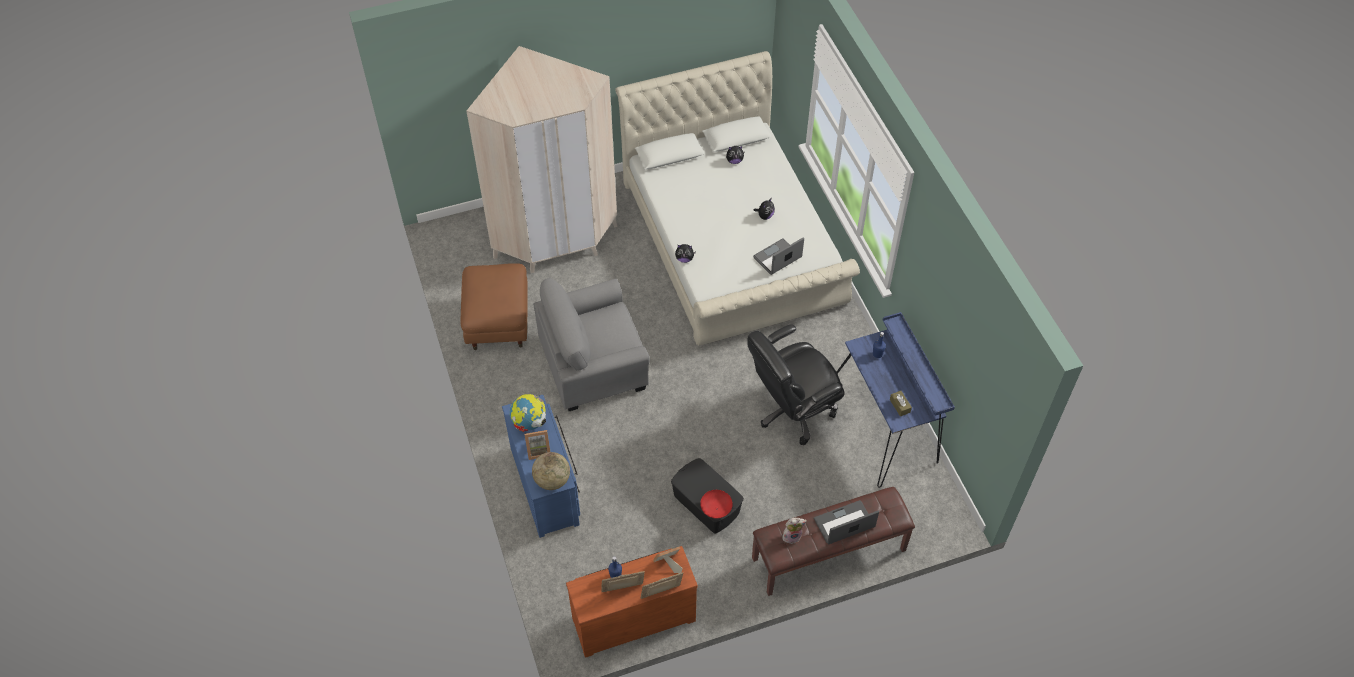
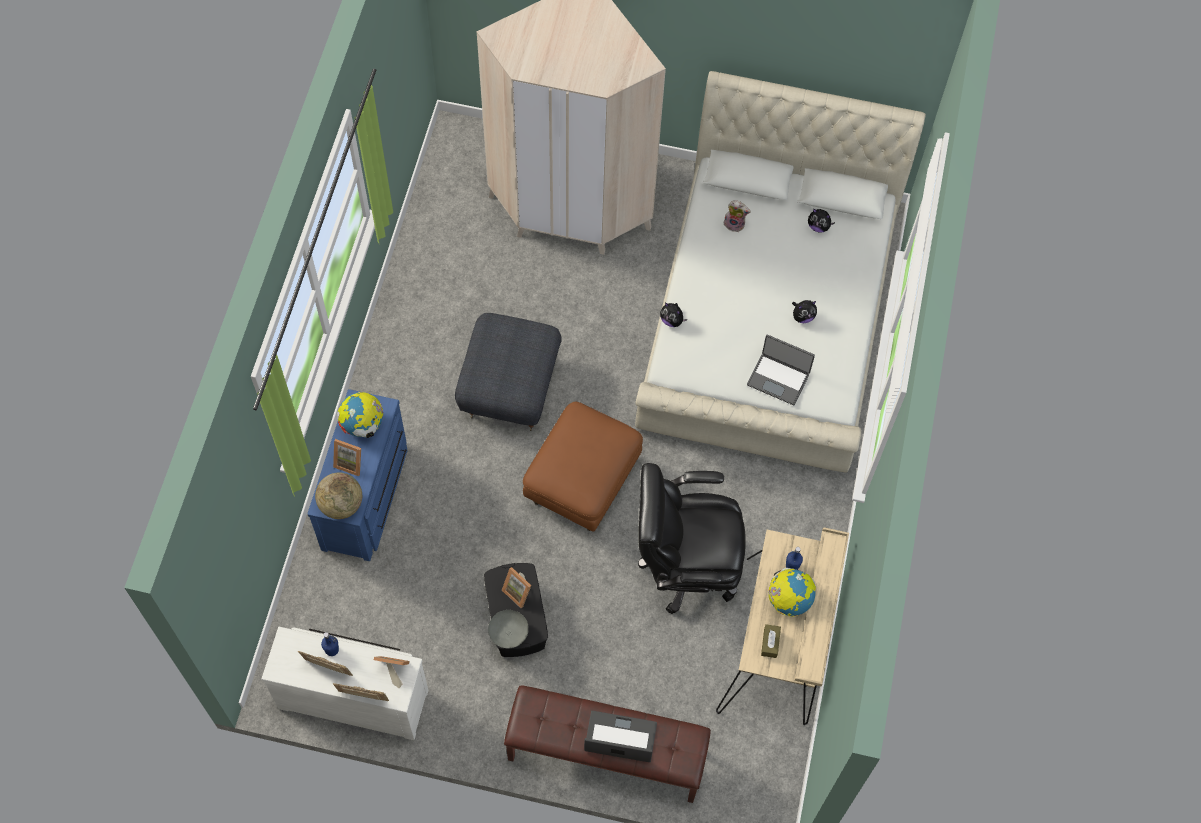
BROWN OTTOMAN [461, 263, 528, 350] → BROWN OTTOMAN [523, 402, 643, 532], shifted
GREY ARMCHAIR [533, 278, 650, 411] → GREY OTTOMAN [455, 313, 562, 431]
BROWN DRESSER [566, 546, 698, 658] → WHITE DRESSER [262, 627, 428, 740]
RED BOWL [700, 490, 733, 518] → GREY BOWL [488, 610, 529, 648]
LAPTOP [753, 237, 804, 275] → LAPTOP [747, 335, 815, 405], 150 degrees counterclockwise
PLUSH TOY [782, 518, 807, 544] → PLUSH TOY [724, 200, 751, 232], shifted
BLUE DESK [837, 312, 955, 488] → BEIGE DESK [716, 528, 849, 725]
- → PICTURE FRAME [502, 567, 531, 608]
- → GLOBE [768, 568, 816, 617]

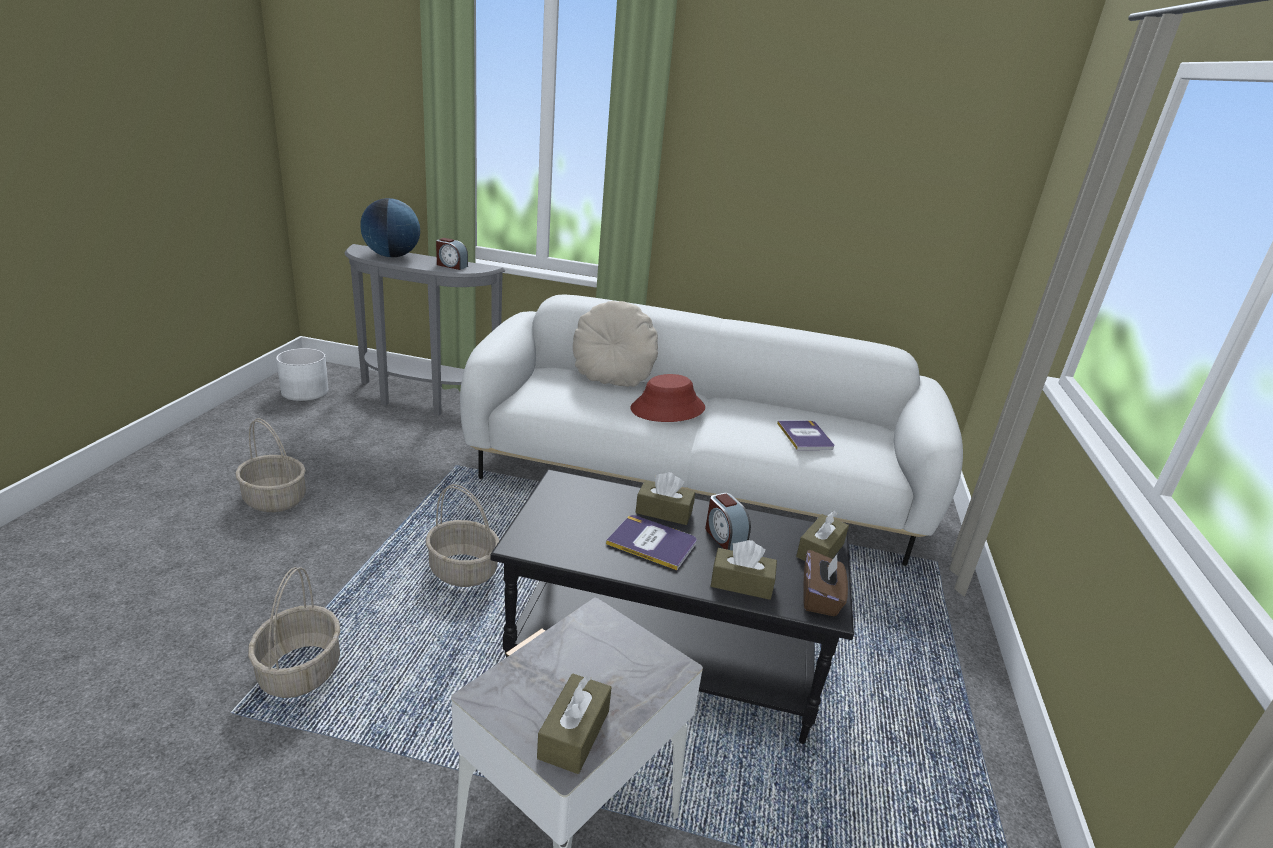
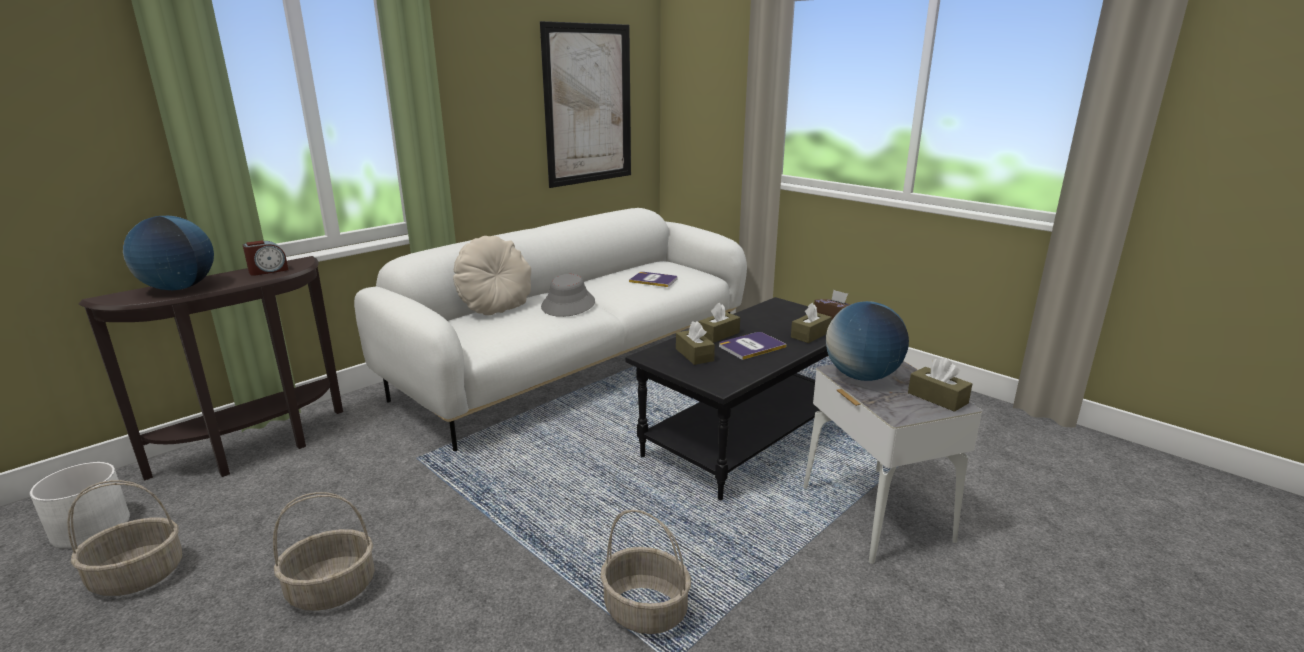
GREY CONSOLE TABLE [345, 244, 505, 416] → BROWN CONSOLE TABLE [79, 256, 343, 481]
BASKET [426, 484, 499, 587] → BASKET [67, 480, 182, 596], shifted
RED HAT [631, 374, 705, 422] → GREY HAT [541, 274, 595, 317]
ALARM CLOCK [705, 493, 751, 551] → -
BROWN TISSUE BOX [796, 511, 849, 561] → BROWN TISSUE BOX [676, 321, 715, 365], shifted
- → PICTURE [540, 21, 631, 188]
- → GLOBE [826, 301, 909, 381]

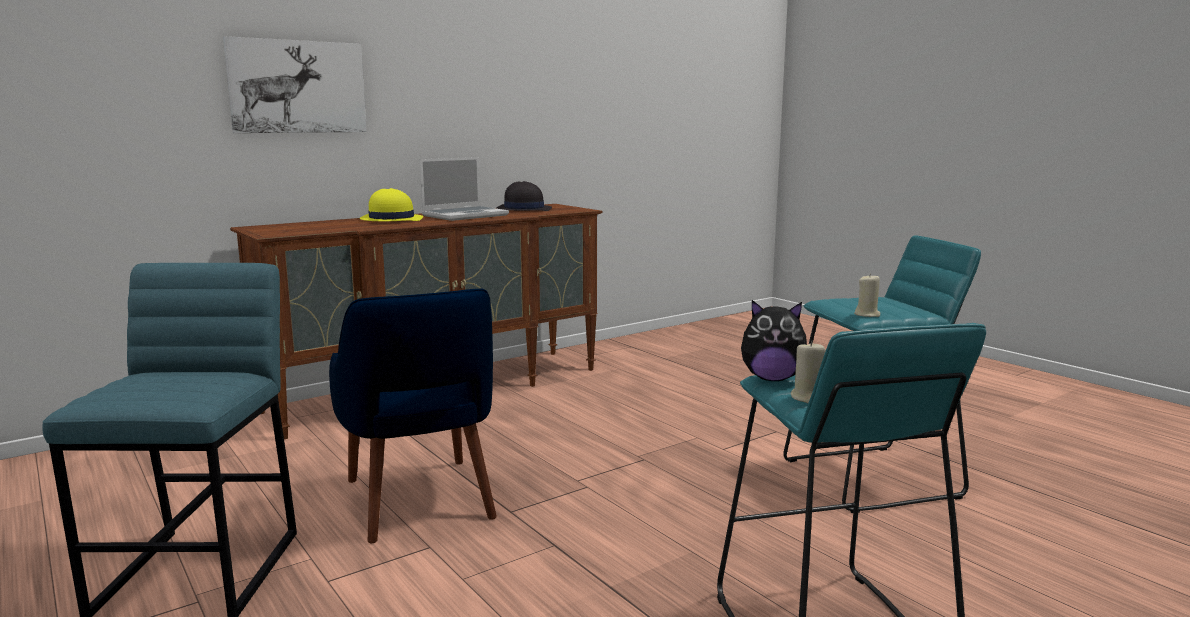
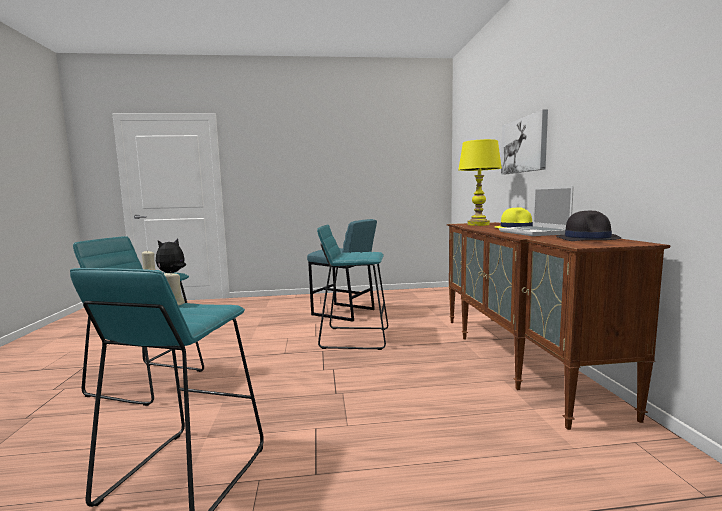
BLUE ARMCHAIR [329, 289, 497, 543] → TURQUOISE STOOL [317, 225, 388, 350]
- → YELLOW TABLE LAMP [458, 139, 502, 226]

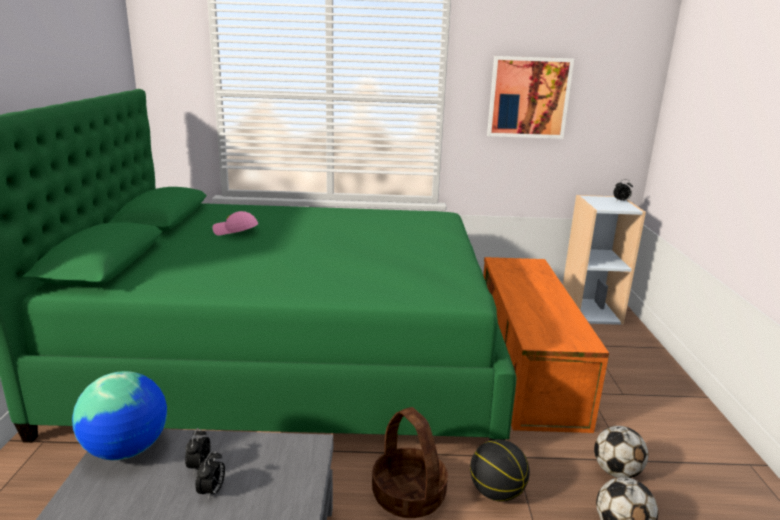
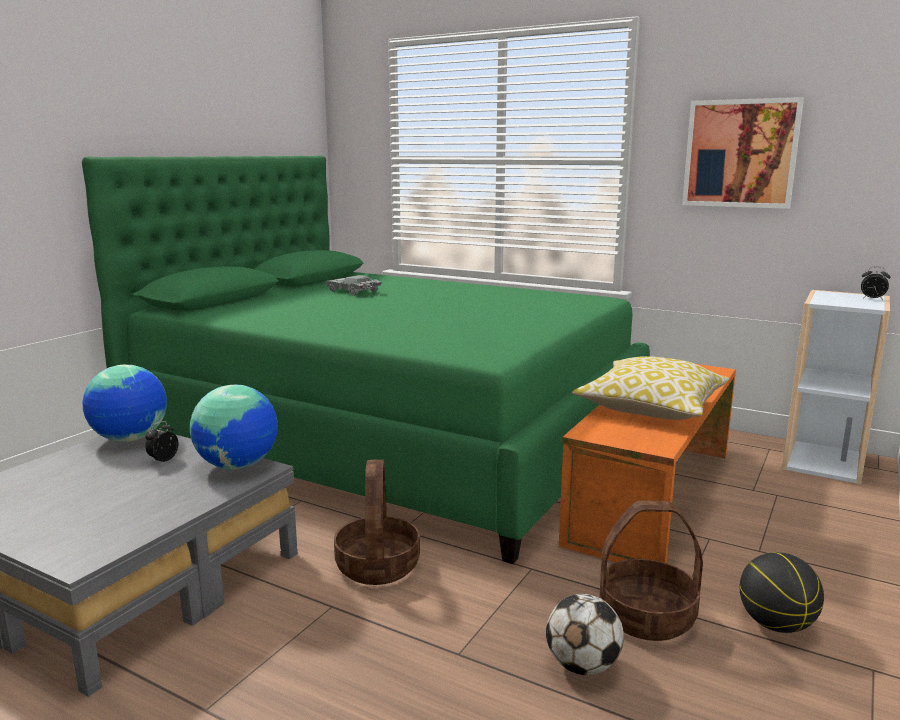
ALARM CLOCK [195, 450, 225, 500] → -
PINK CAP [212, 211, 258, 236] → GREY TOY CAR [325, 275, 382, 296]
BASKETBALL [470, 439, 530, 502] → BASKETBALL [740, 552, 824, 633], shifted
FOOTBALL [594, 426, 649, 478] → BASKET [600, 500, 703, 641]
- → GLOBE [190, 385, 278, 470]
- → PILLOW [572, 356, 729, 420]

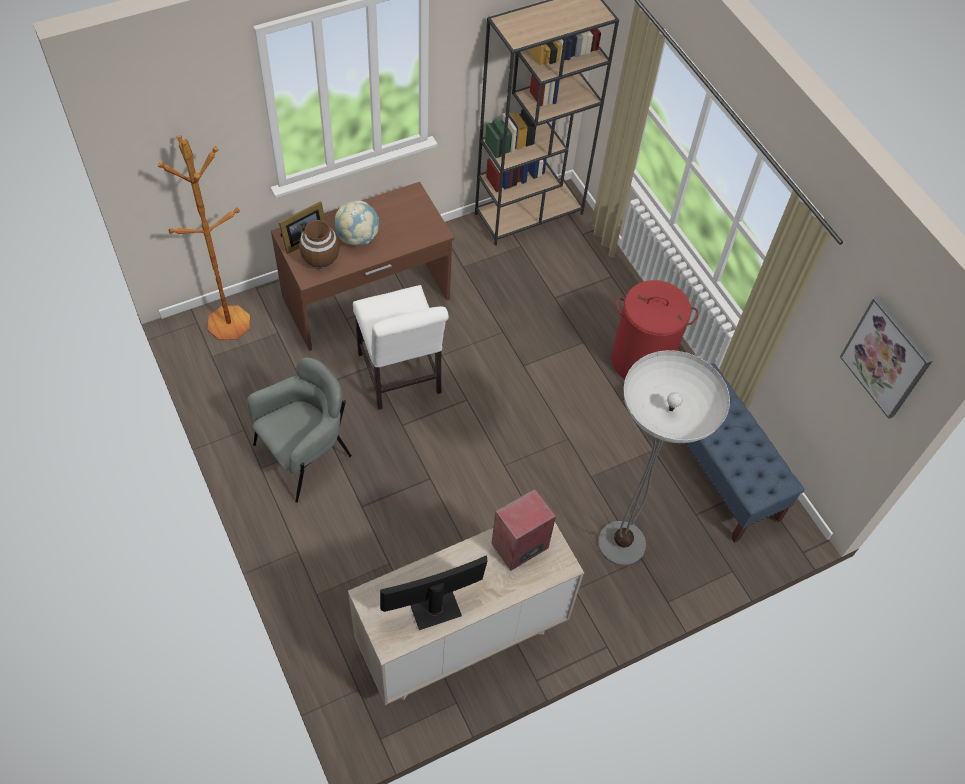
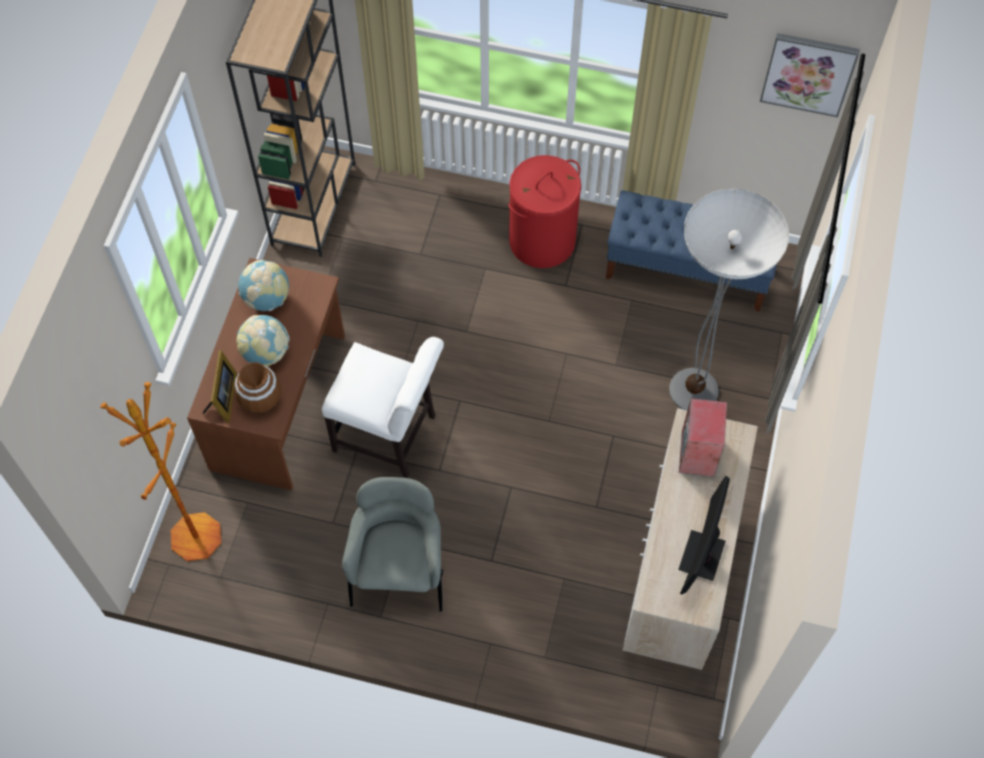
- → GLOBE [238, 260, 289, 311]

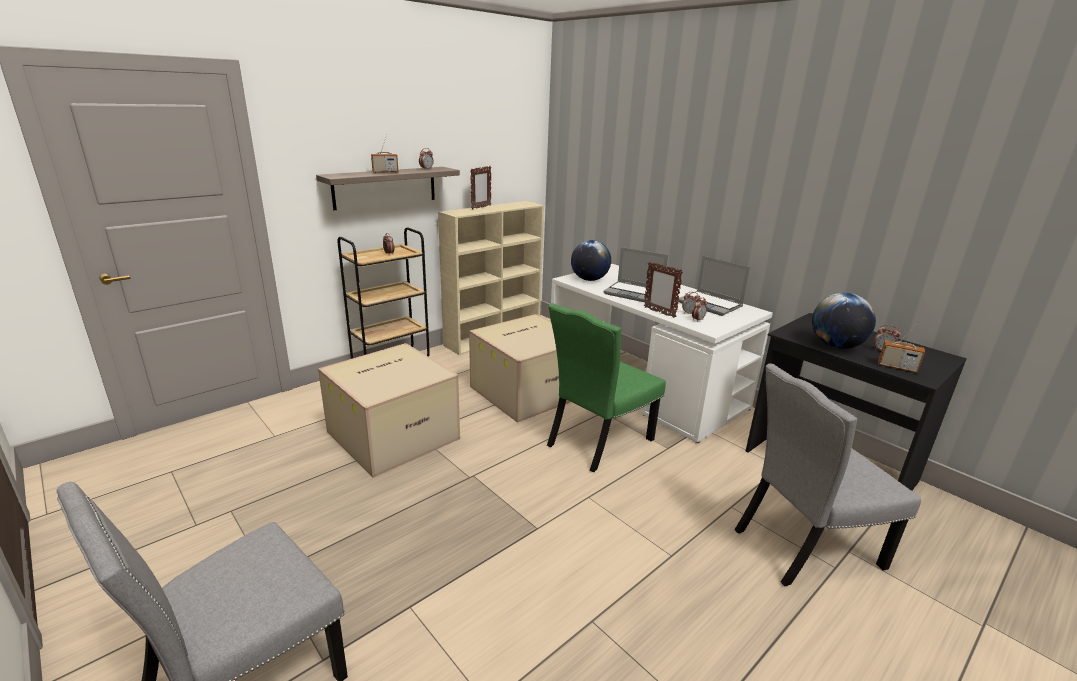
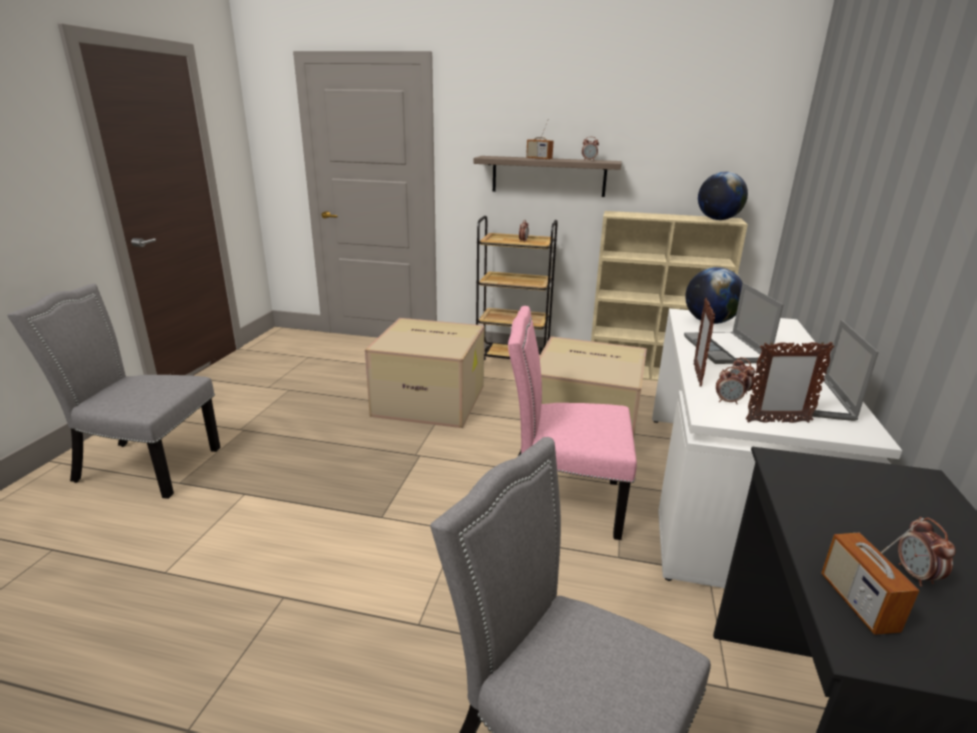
PICTURE FRAME [470, 166, 491, 209] → PICTURE FRAME [745, 341, 835, 423], shifted
GREEN CHAIR [547, 303, 666, 472] → PINK CHAIR [508, 306, 637, 540]
GLOBE [812, 293, 876, 349] → GLOBE [698, 172, 748, 220], shifted

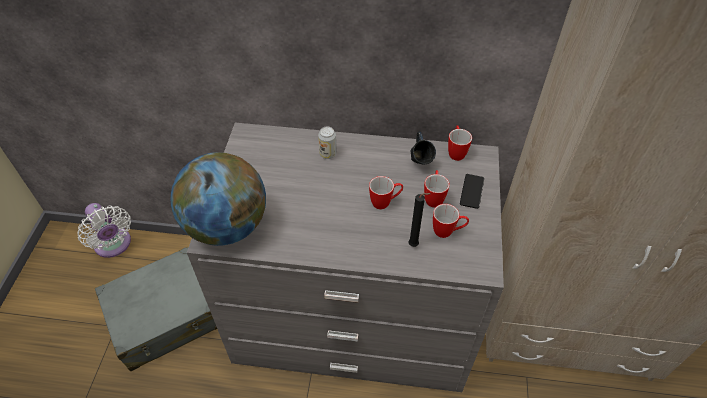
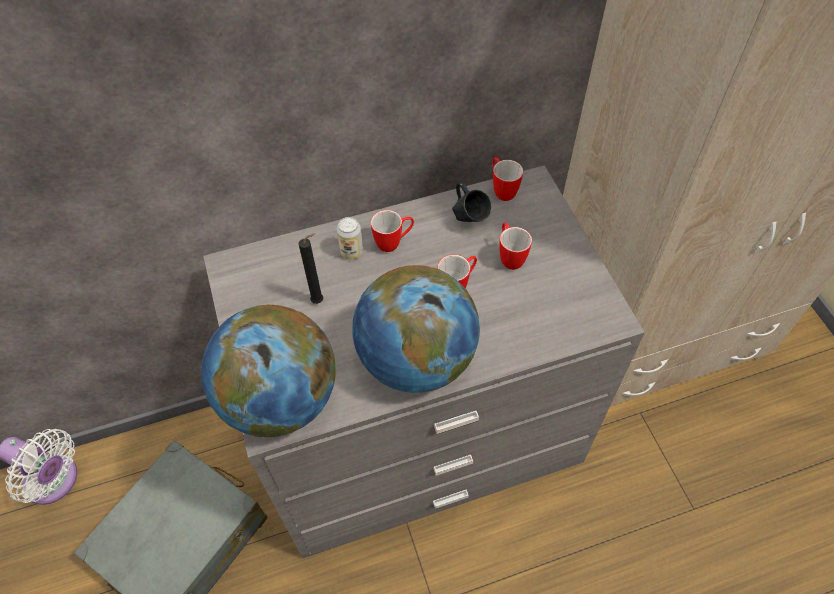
BLACK CANDLE [409, 193, 431, 247] → BLACK CANDLE [298, 233, 324, 304], shifted
MUG [433, 204, 469, 238] → MUG [371, 210, 414, 252], shifted
PHONE [460, 174, 484, 209] → -
- → GLOBE [353, 265, 480, 393]

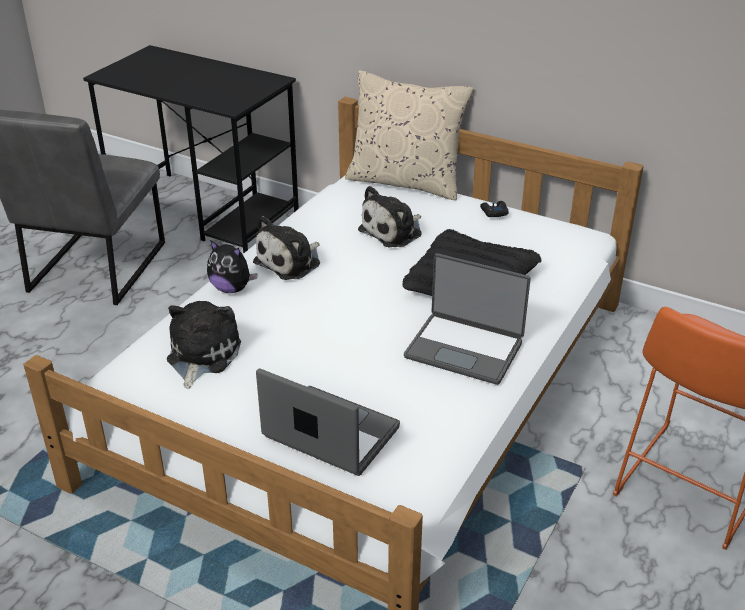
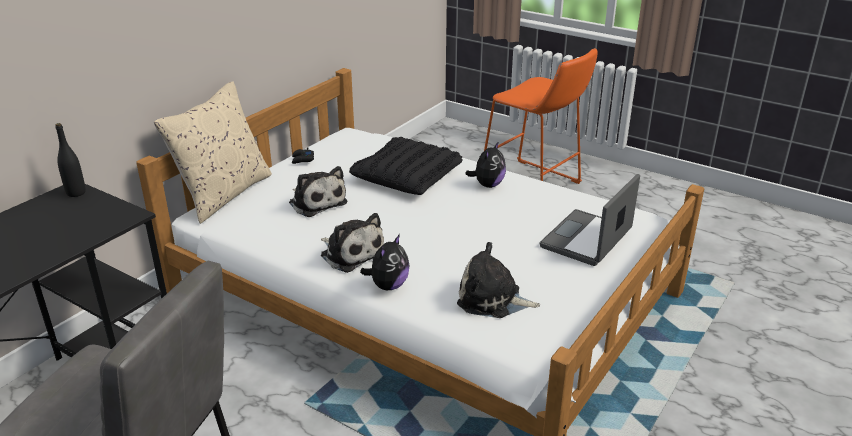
LAPTOP [404, 253, 531, 385] → PLUSH TOY [465, 141, 506, 188]
- → BLACK BOTTLE [55, 123, 86, 197]

